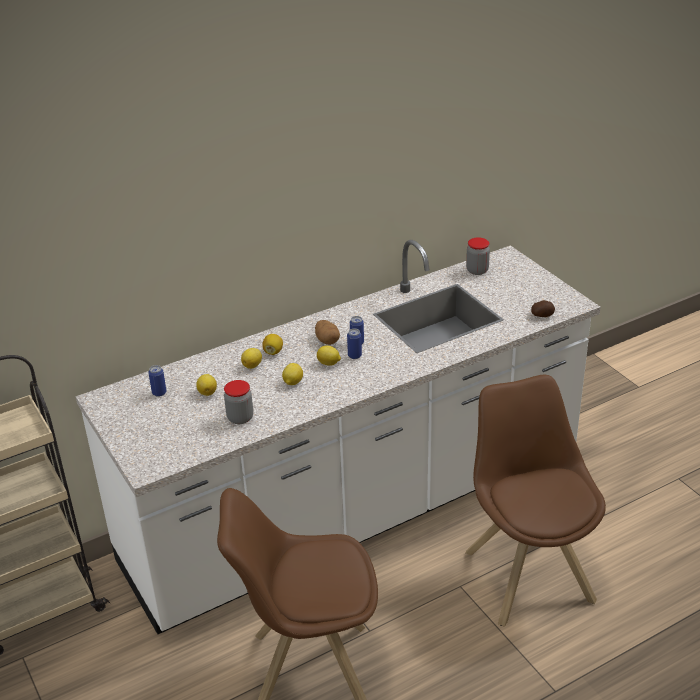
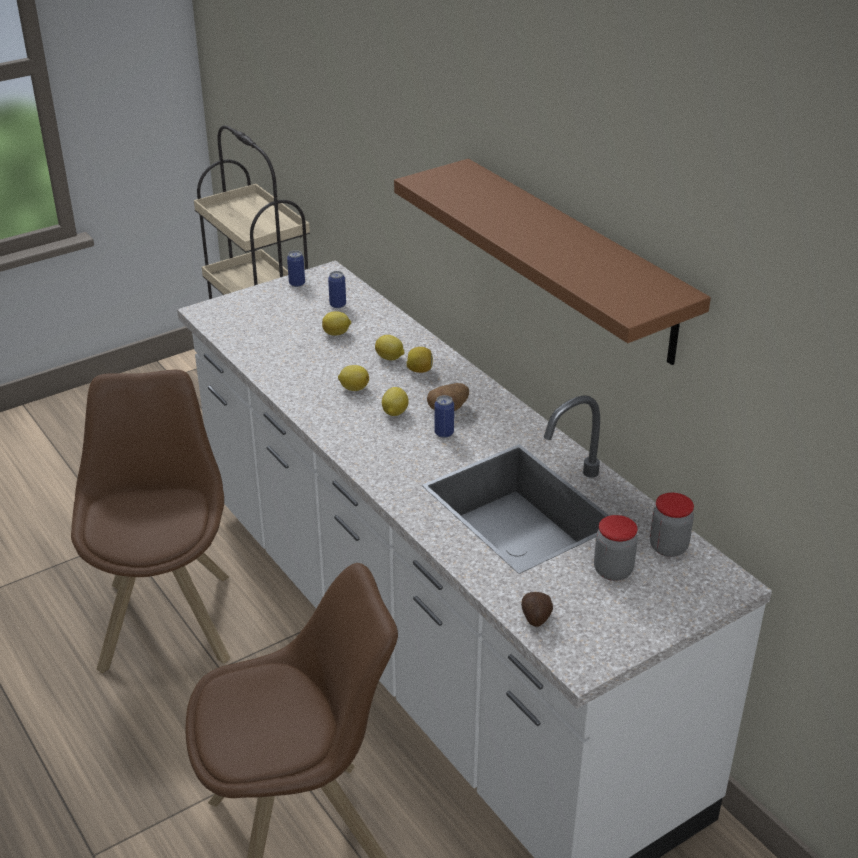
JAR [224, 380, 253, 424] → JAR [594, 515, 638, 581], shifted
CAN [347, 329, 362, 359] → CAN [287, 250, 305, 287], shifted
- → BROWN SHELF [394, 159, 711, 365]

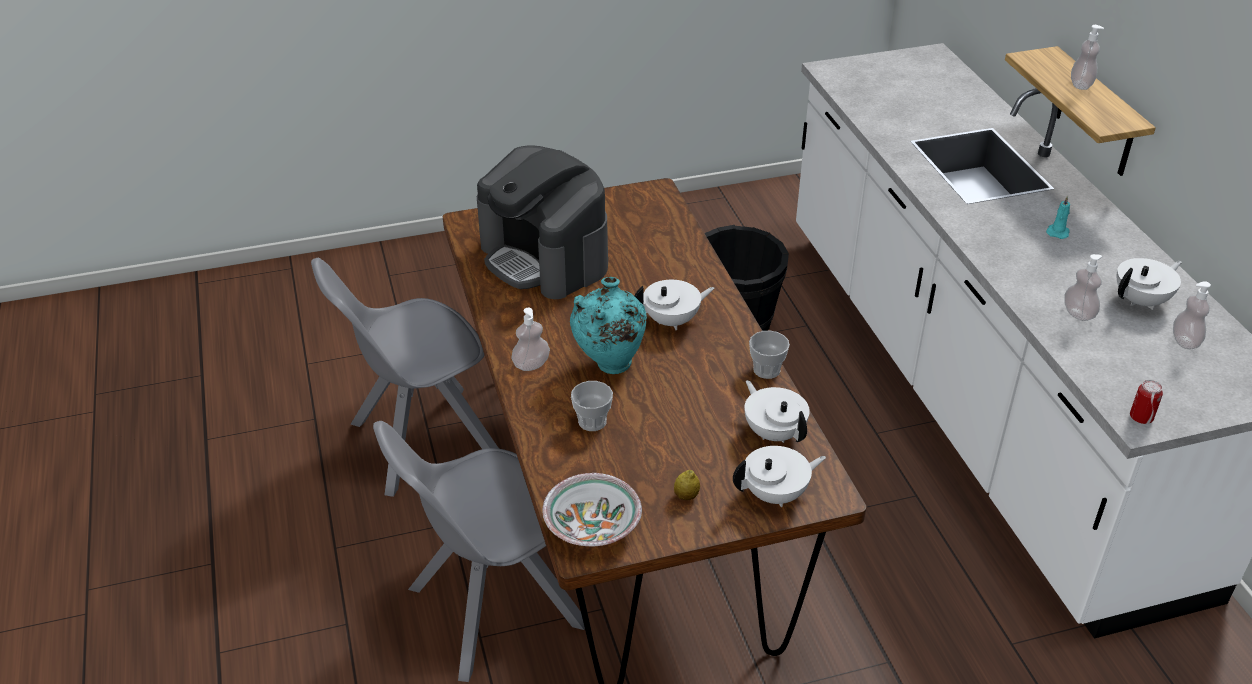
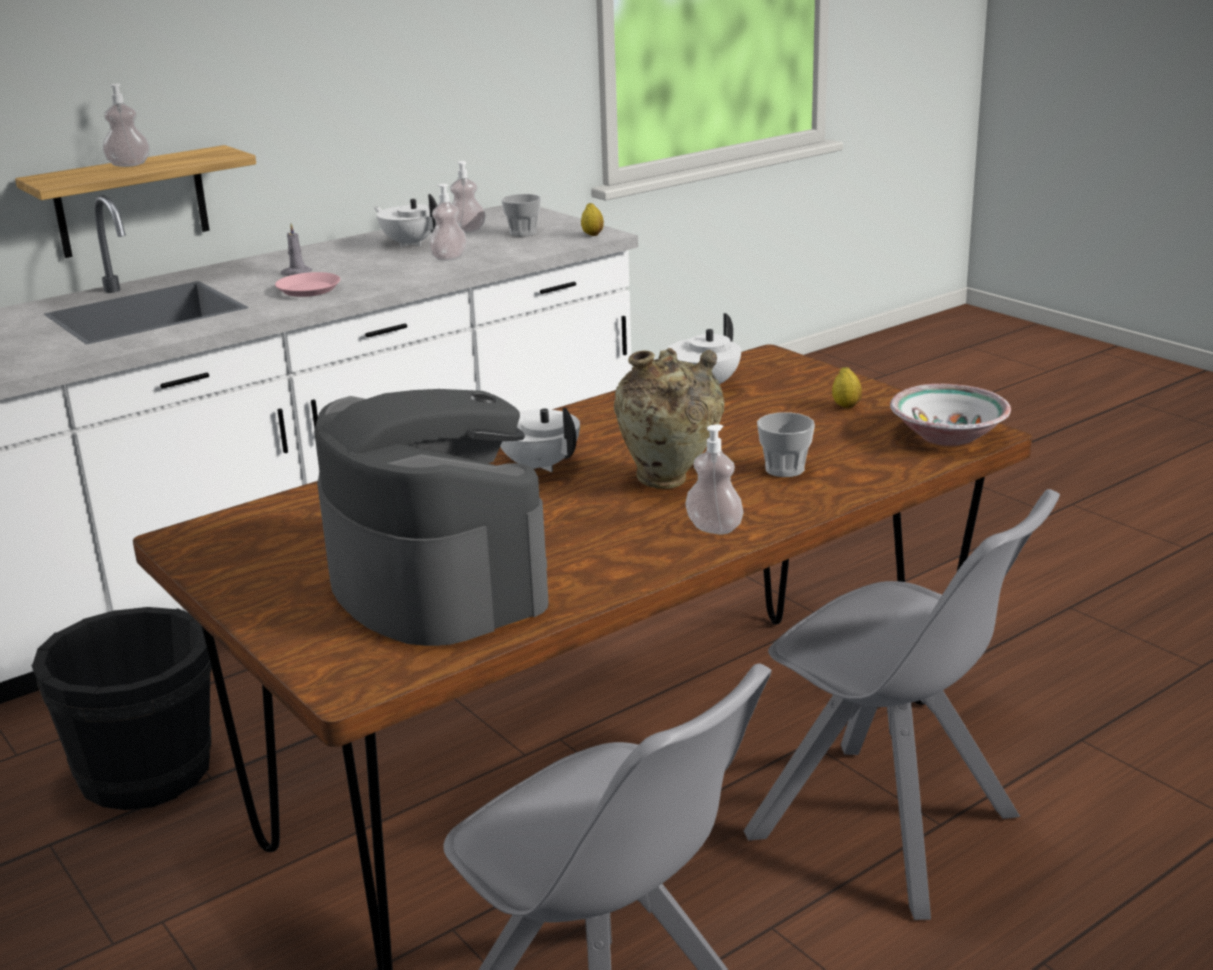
COFFEE MACHINE [477, 145, 608, 299] → COFFEE MACHINE [314, 389, 548, 646], 60 degrees counterclockwise
TURQUOISE VASE [570, 277, 647, 374] → BEIGE VASE [614, 348, 725, 489]
WHITE TEAPOT [733, 446, 826, 507] → -
CUP [749, 331, 790, 379] → CUP [501, 194, 541, 237], shifted
TURQUOISE CANDLE [1046, 196, 1070, 239] → GREY CANDLE [281, 224, 312, 276]
CAN [1130, 380, 1163, 424] → LEMON [581, 203, 604, 236]
- → PINK PLATE [275, 272, 340, 297]

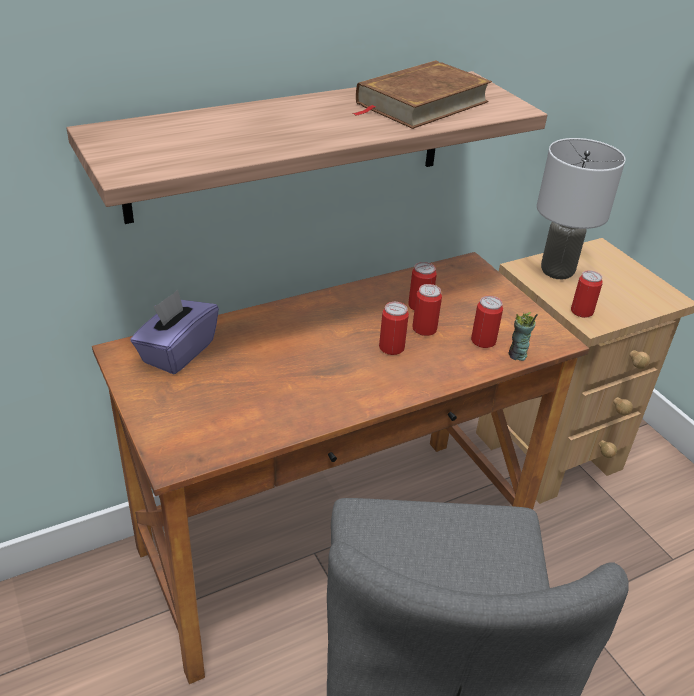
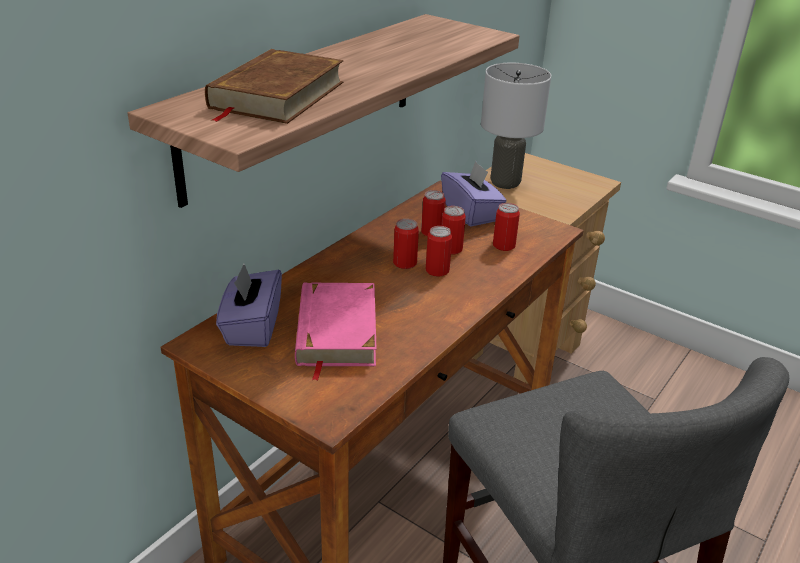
BROWN BOOK [352, 60, 492, 129] → BROWN BOOK [205, 49, 344, 124], shifted
CUP [508, 312, 538, 361] → -
CAN [571, 270, 603, 318] → CAN [393, 219, 419, 269], shifted
- → PINK BOOK [295, 282, 377, 381]
- → PURPLE TISSUE BOX [441, 161, 507, 227]

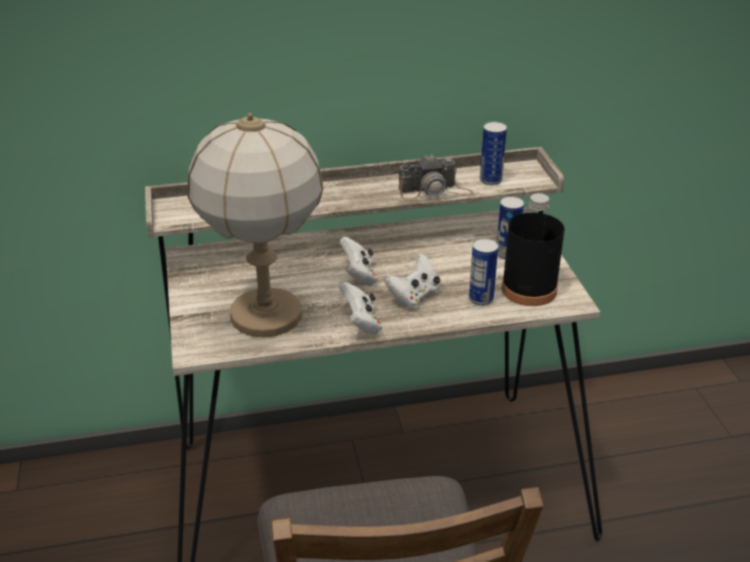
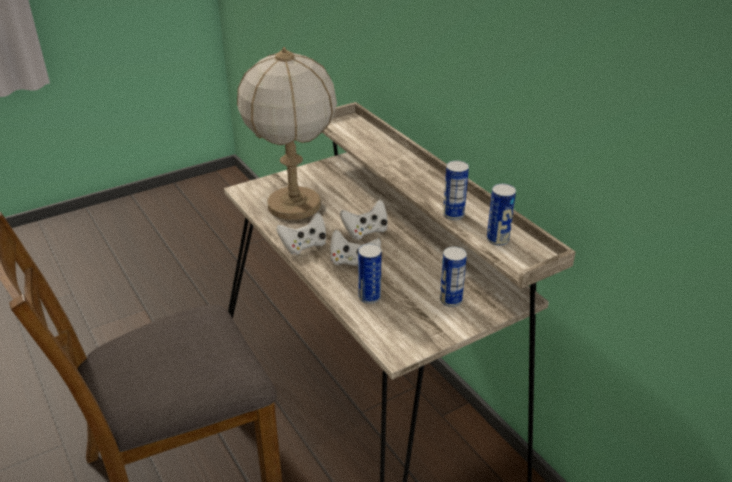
PHOTO CAMERA [399, 155, 473, 200] → CAN [443, 161, 469, 220]
BLACK BOTTLE [502, 193, 565, 306] → -

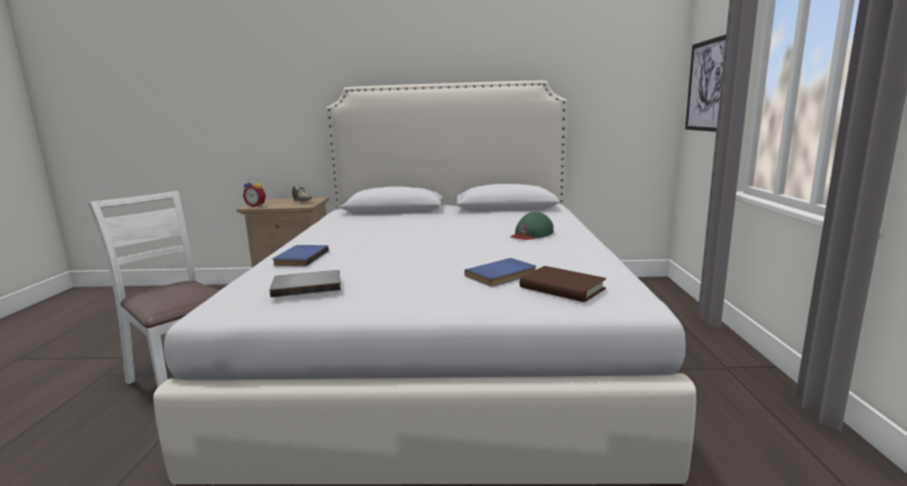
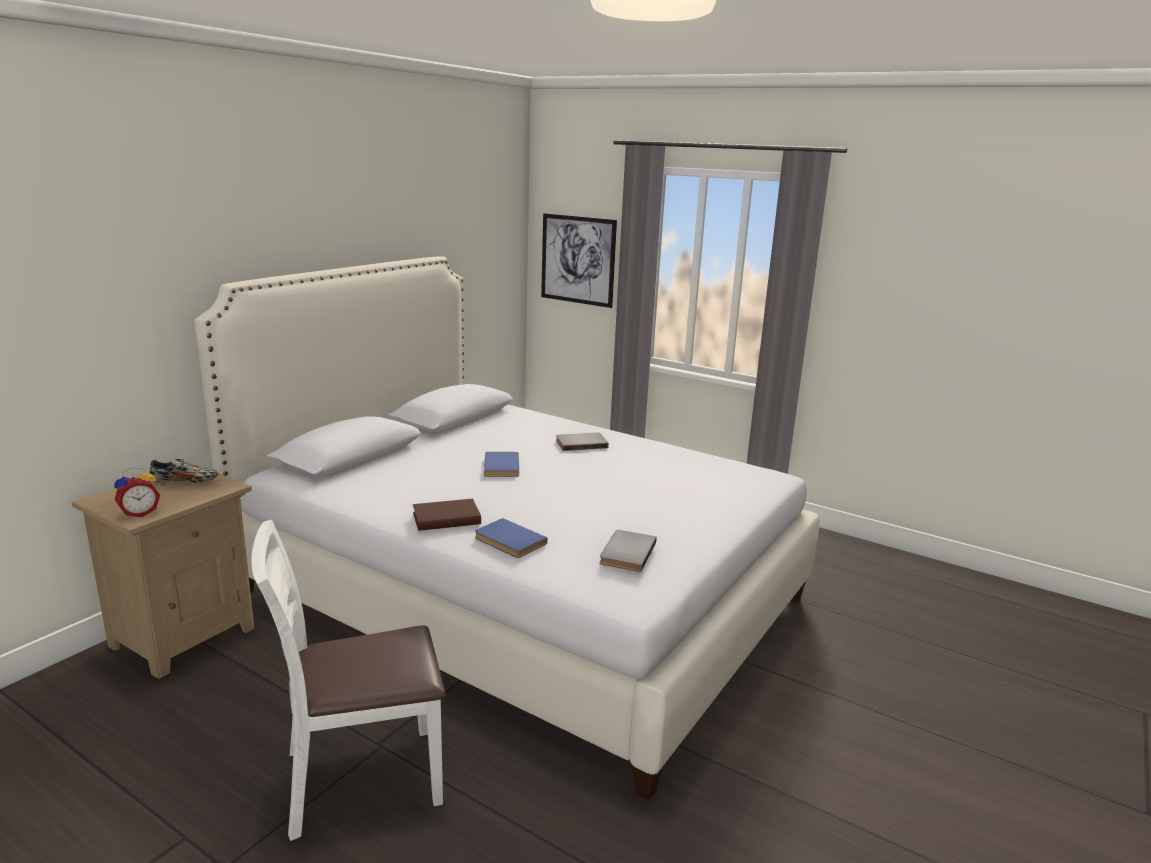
BLUE BOOK [465, 258, 537, 287] → BLUE BOOK [484, 452, 519, 477], shifted
GREEN CAP [510, 212, 554, 240] → GREY BOOK [556, 433, 609, 451]
BROWN BOOK [520, 266, 606, 302] → BROWN BOOK [413, 499, 481, 531], shifted

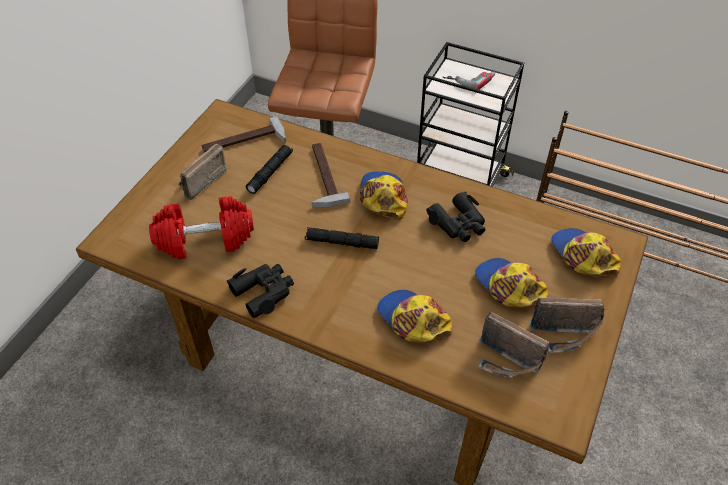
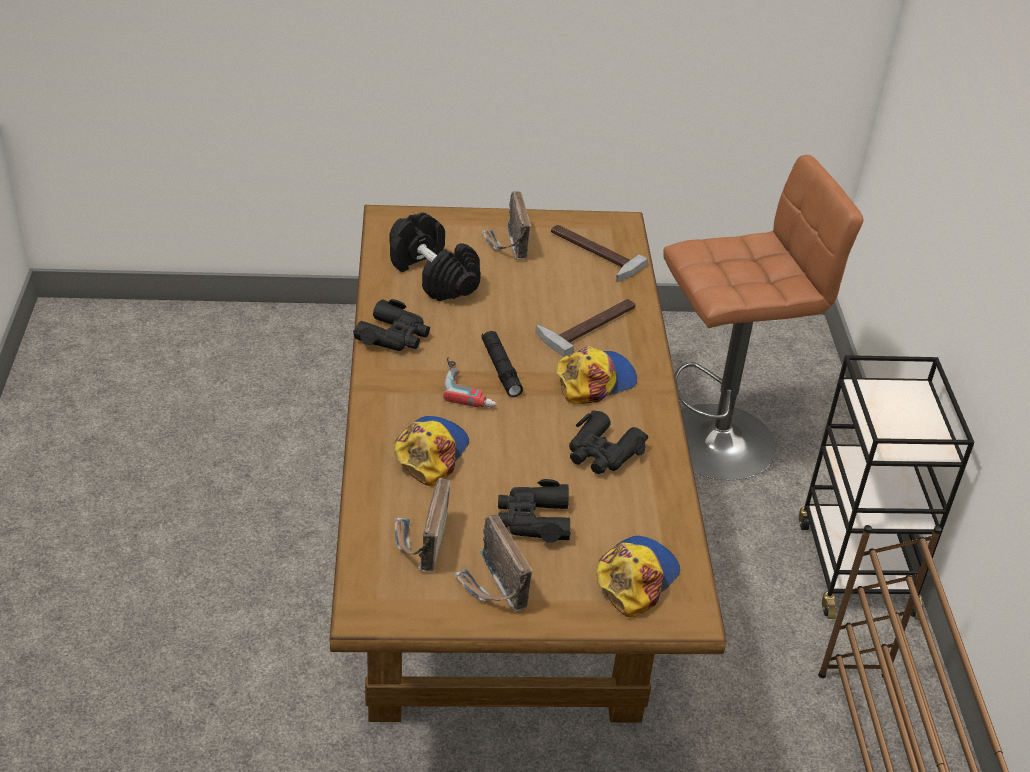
RED DUMBBELL [149, 196, 254, 259] → BLACK DUMBBELL [389, 212, 481, 301]
RADIO [178, 143, 227, 200] → RADIO [482, 191, 531, 260], 105 degrees counterclockwise
BLACK FLASHLIGHT [246, 145, 293, 194] → -
POWER DRILL [443, 72, 495, 90] → POWER DRILL [443, 357, 497, 408], shifted
CAP [475, 258, 548, 307] → BLACK BINOCULARS [498, 479, 571, 543]

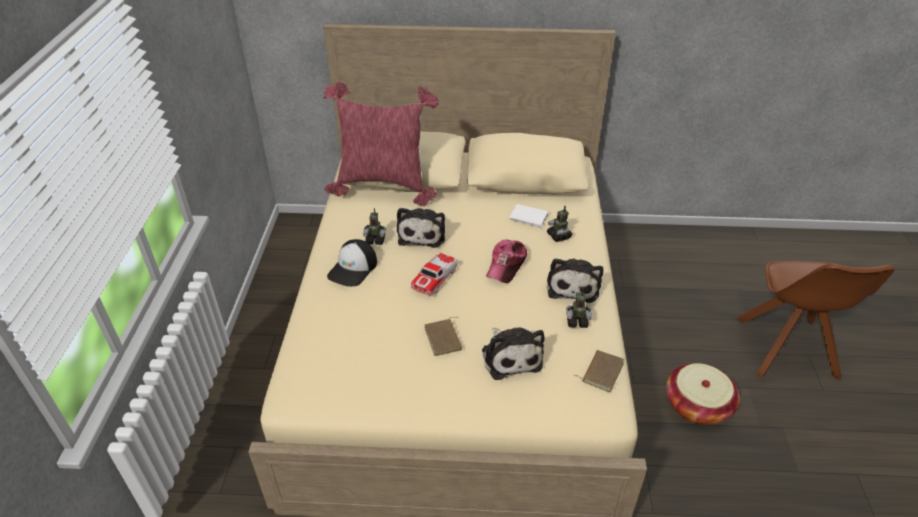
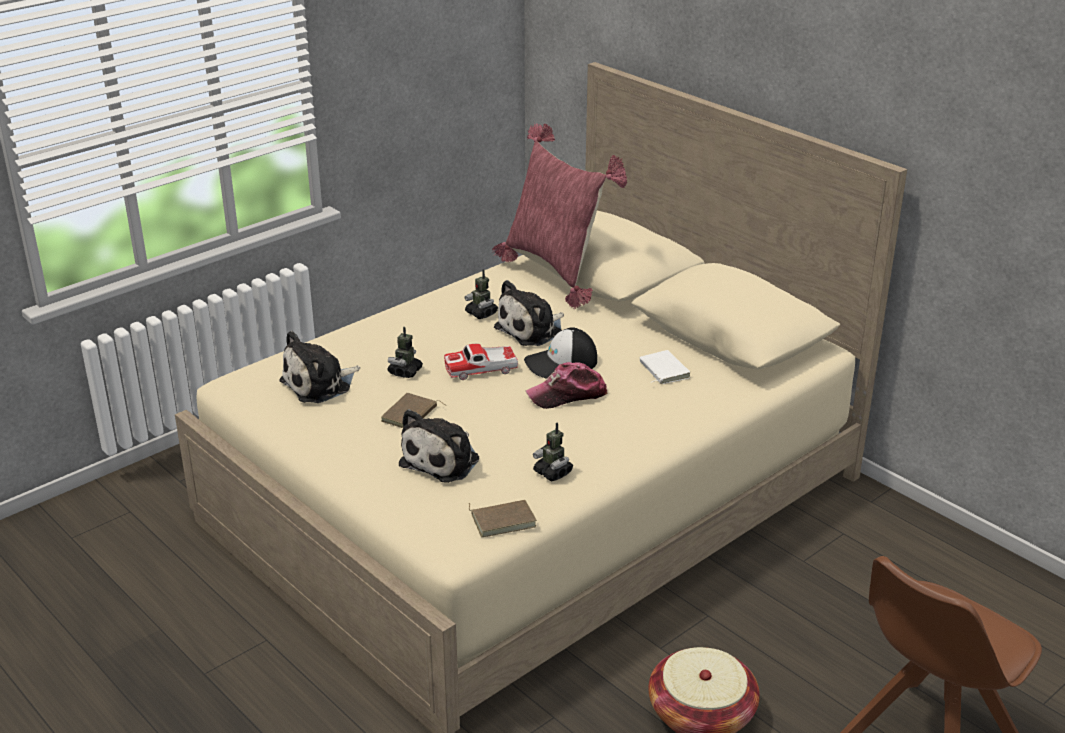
CAP [327, 239, 377, 287] → CAP [524, 327, 597, 378], shifted
TOY ROBOT [547, 206, 573, 242] → TOY ROBOT [387, 327, 423, 378], shifted
PLUSH TOY [547, 258, 603, 303] → PLUSH TOY [279, 331, 360, 403], shifted

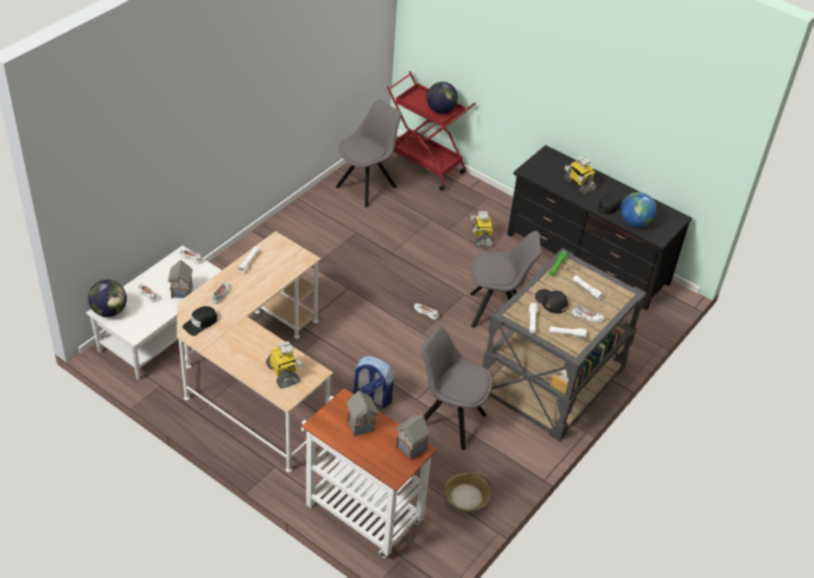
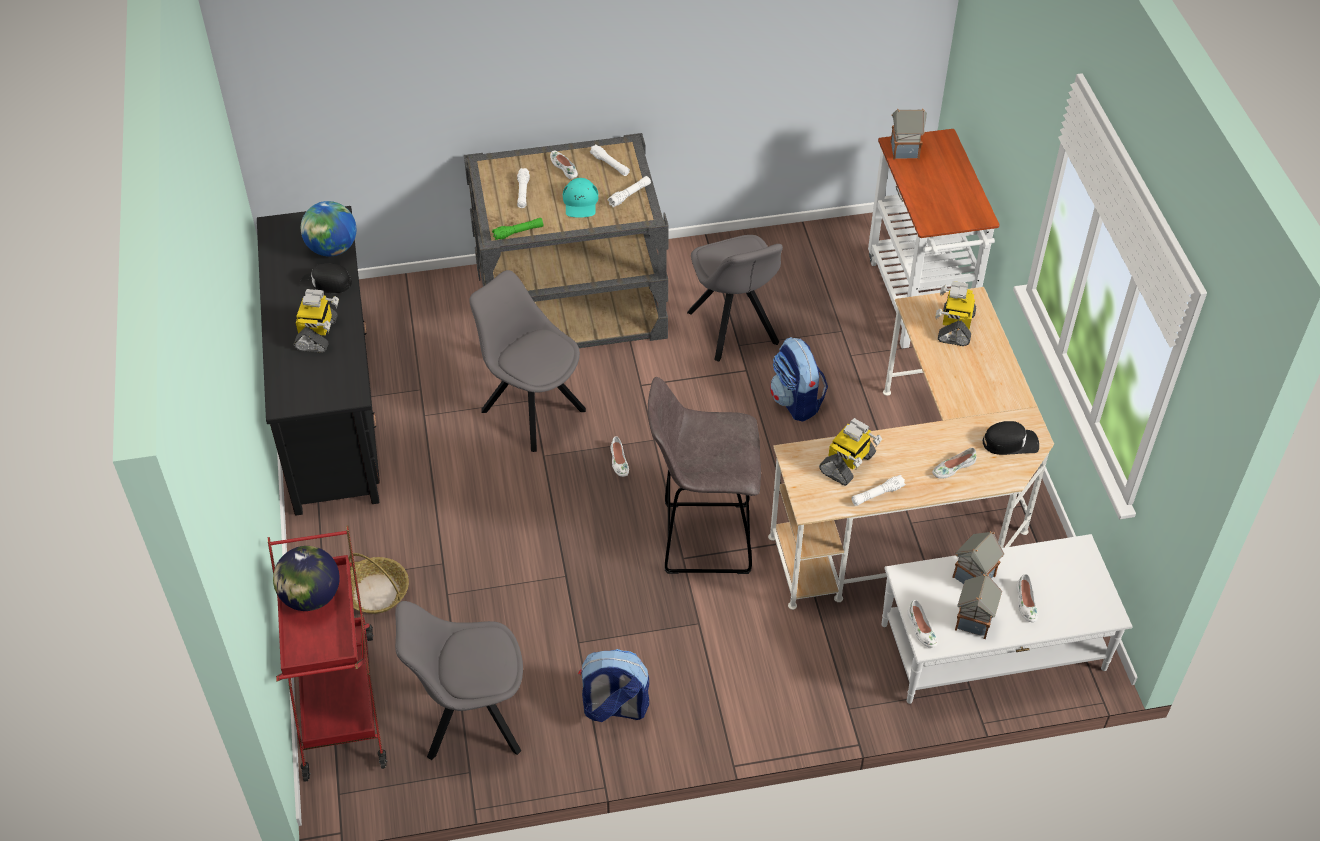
GLOBE [88, 280, 127, 317] → -
TOY HOUSE [346, 390, 378, 437] → TOY HOUSE [955, 574, 1002, 639], shifted
BASKET [445, 473, 491, 512] → BASKET [348, 553, 409, 614], shifted
TOY ROBOT [471, 211, 494, 247] → TOY ROBOT [819, 418, 882, 486], shifted
BLACK CAP [535, 289, 568, 314] → TURQUOISE CAP [563, 178, 598, 217]
- → BACKPACK [578, 649, 649, 722]
- → GREY STOOL [648, 377, 761, 574]

